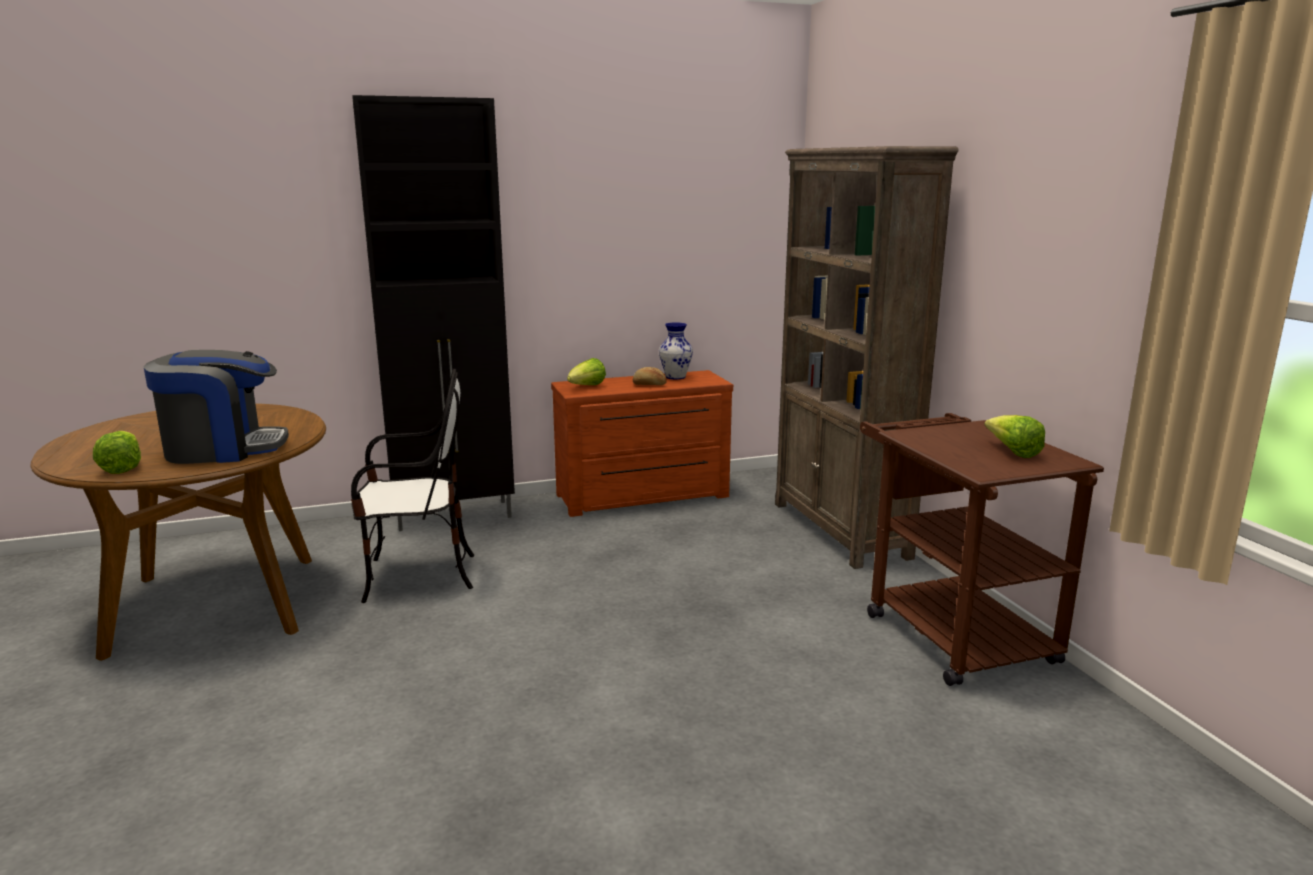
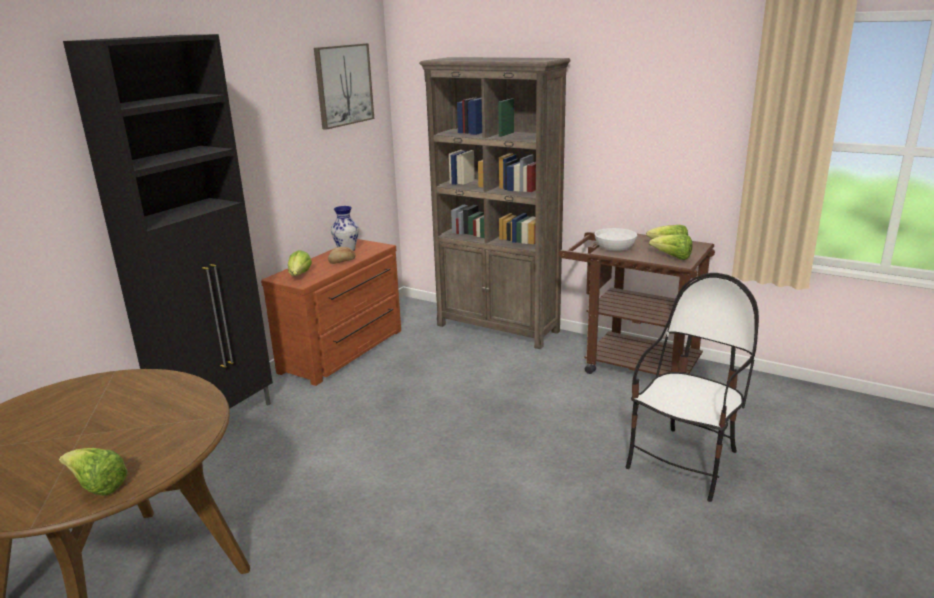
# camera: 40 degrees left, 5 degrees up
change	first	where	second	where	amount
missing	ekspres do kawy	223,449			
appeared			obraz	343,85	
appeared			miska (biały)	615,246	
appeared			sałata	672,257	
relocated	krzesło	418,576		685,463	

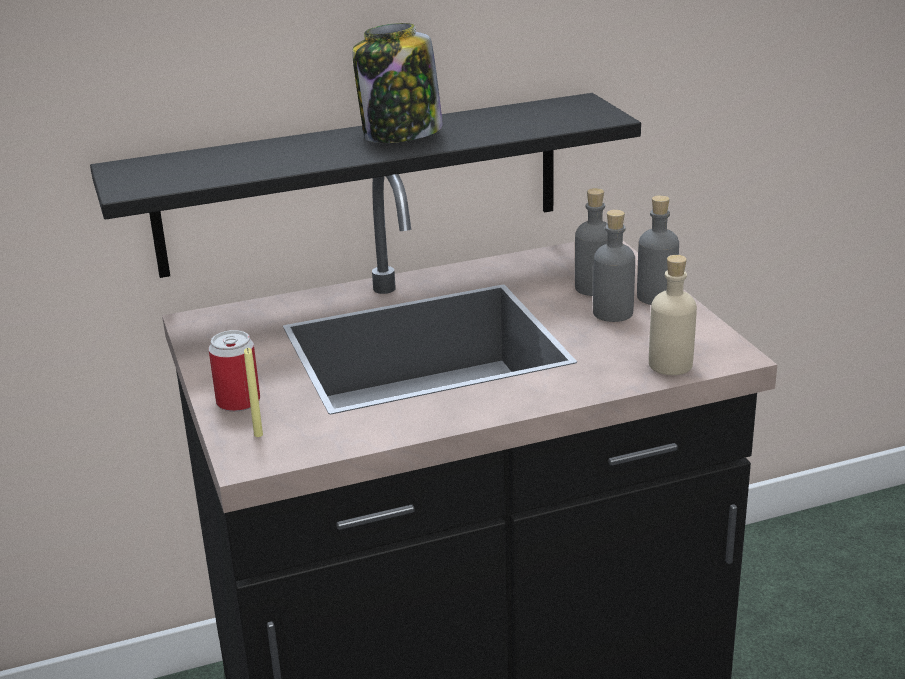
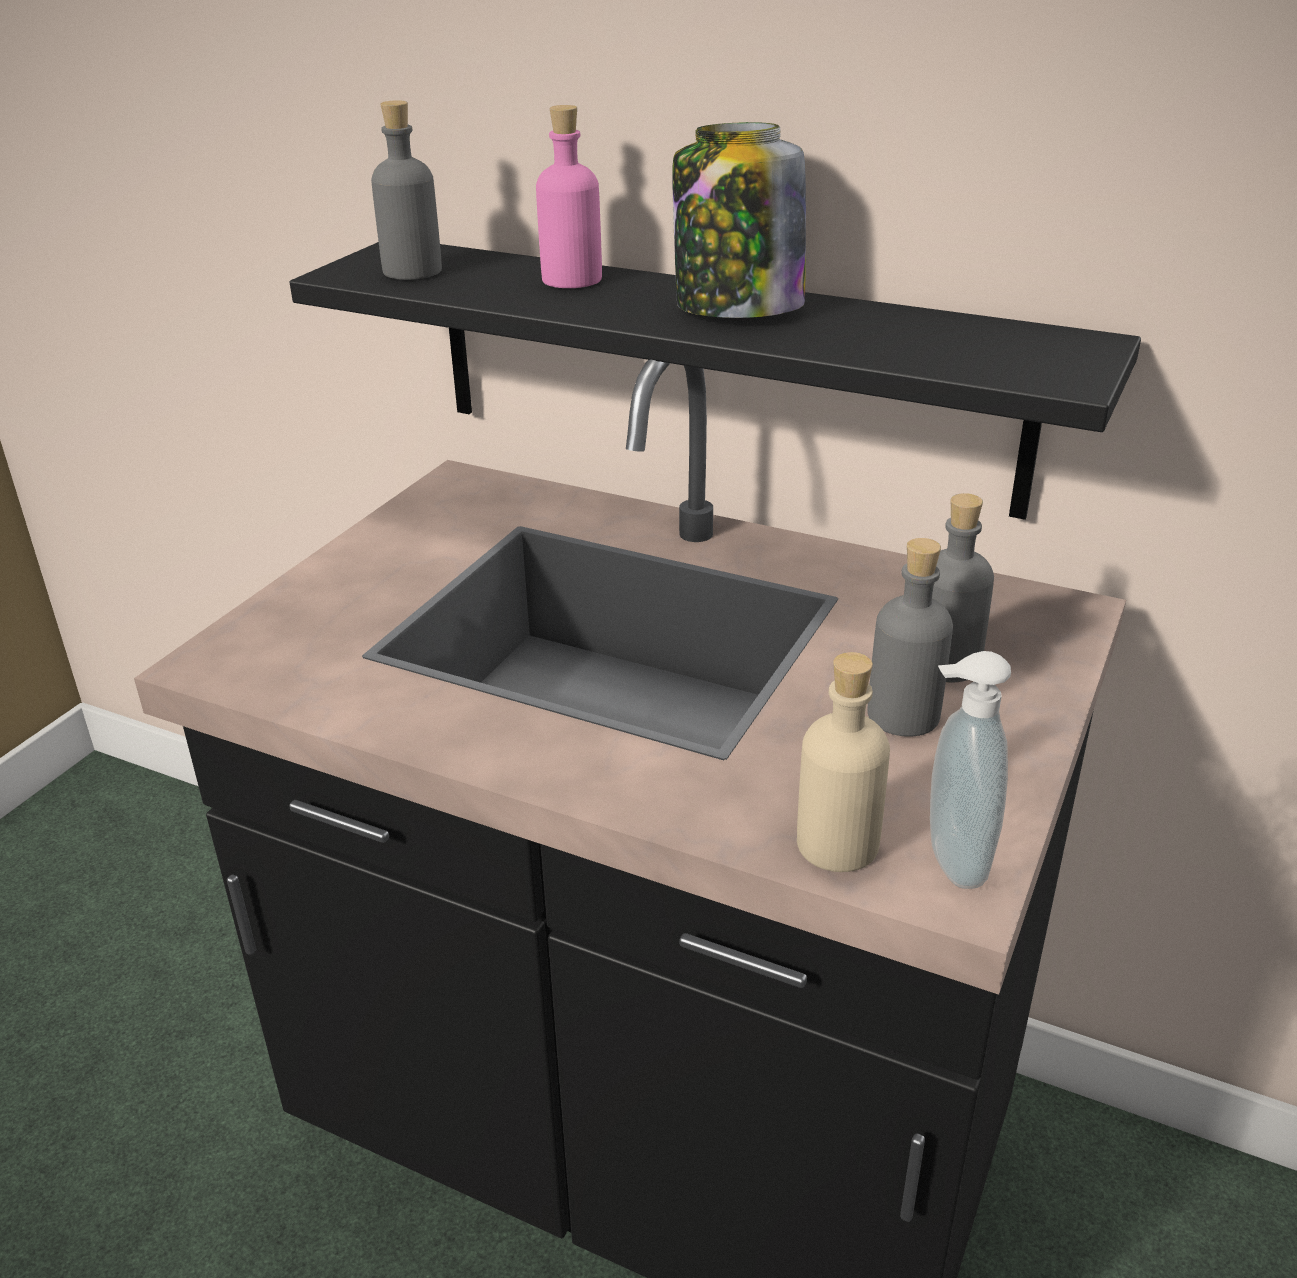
# camera: 45 degrees right, 5 degrees up
change	first	where	second	where	amount
missing	puszka	238,402			
missing	świeca (żółty)	258,434			
appeared			butelka (różowy)	571,279	
appeared			dozownik mydła	950,861	
relocated	butelka (szary)	656,297		412,271	

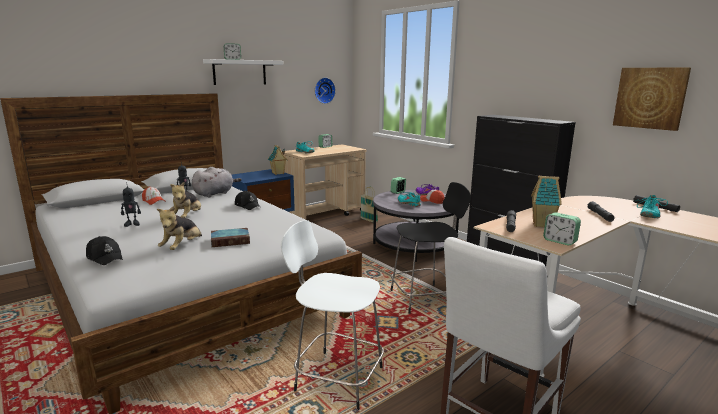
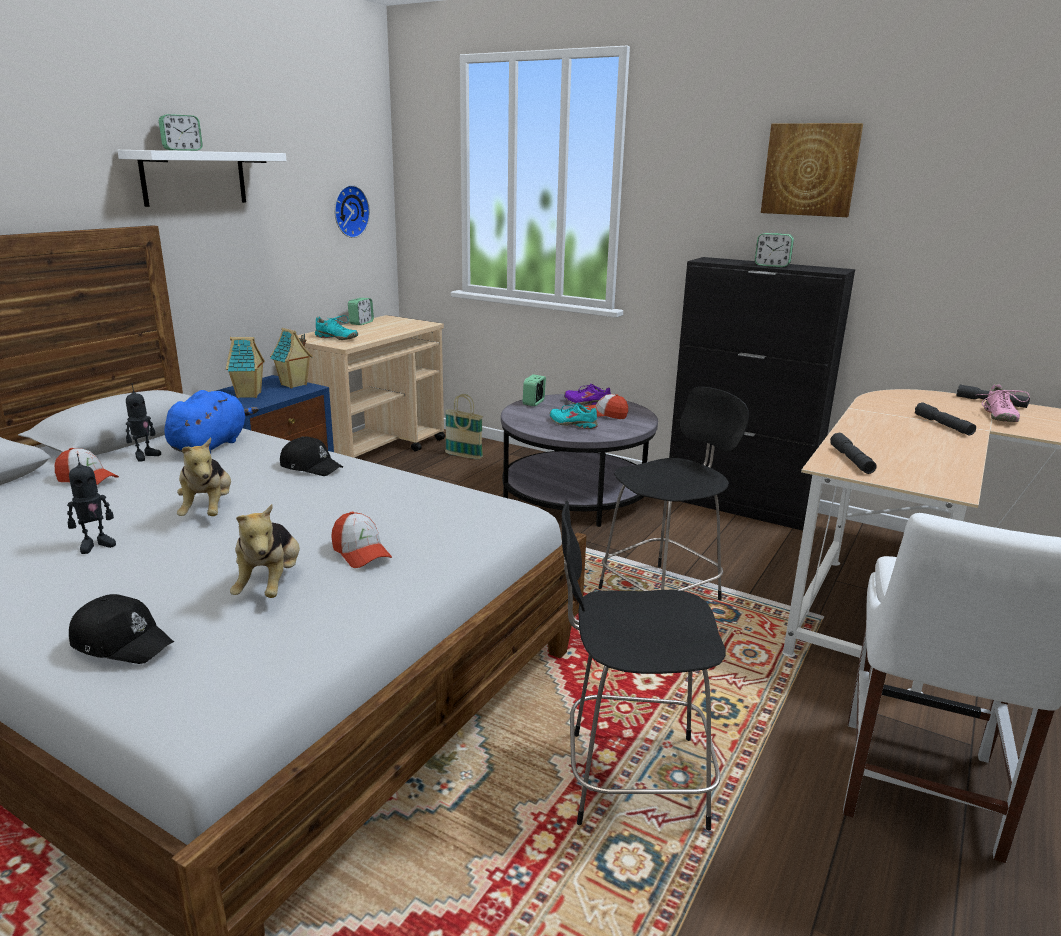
# camera: 20 degrees left, 5 degrees up
change	first	where	second	where	amount
relocated	domek	543,225		249,395	
relocated	budzik	560,241		772,265	
relocated	obraz	650,98		810,170	
exchanged	książka	231,240	czapka z daszkiem	361,553	
colour	pluszak (szary)	215,193	pluszak (niebieski)	211,445	
colour	stołek (biały)	336,378	stołek (czarny)	630,779	
colour	but (turkusowy)	648,214	but (różowy)	998,416	

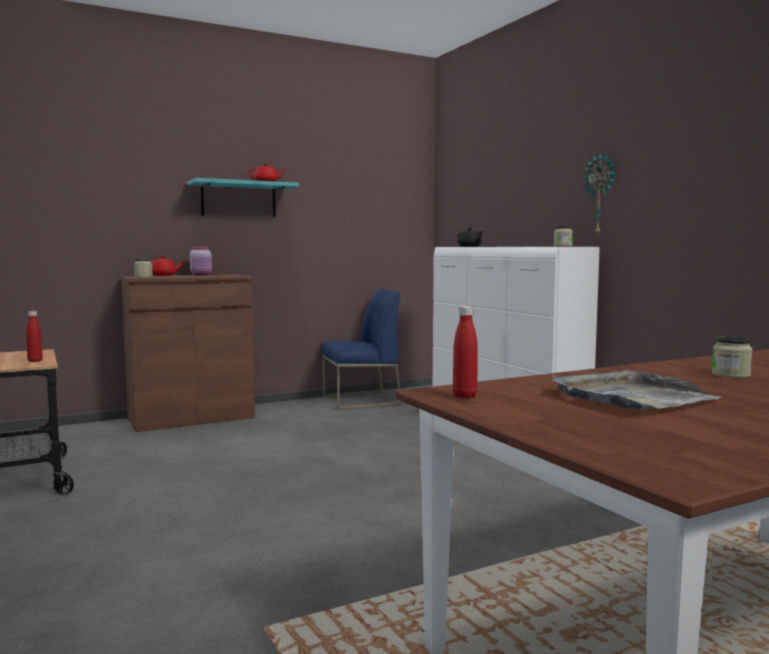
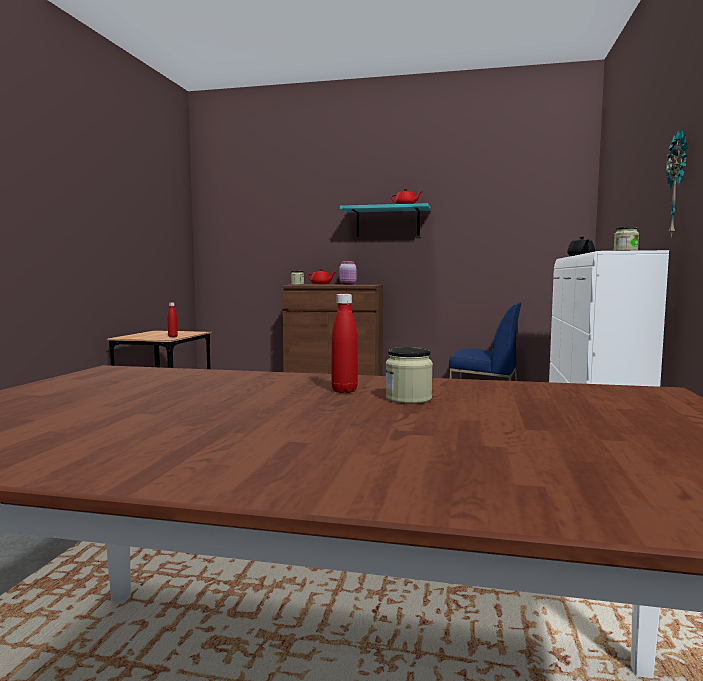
# camera: 40 degrees right, 0 degrees up
change	first	where	second	where	amount
missing	taca (szary)	632,397			
relocated	butelka (czerwony)	464,396		344,391	

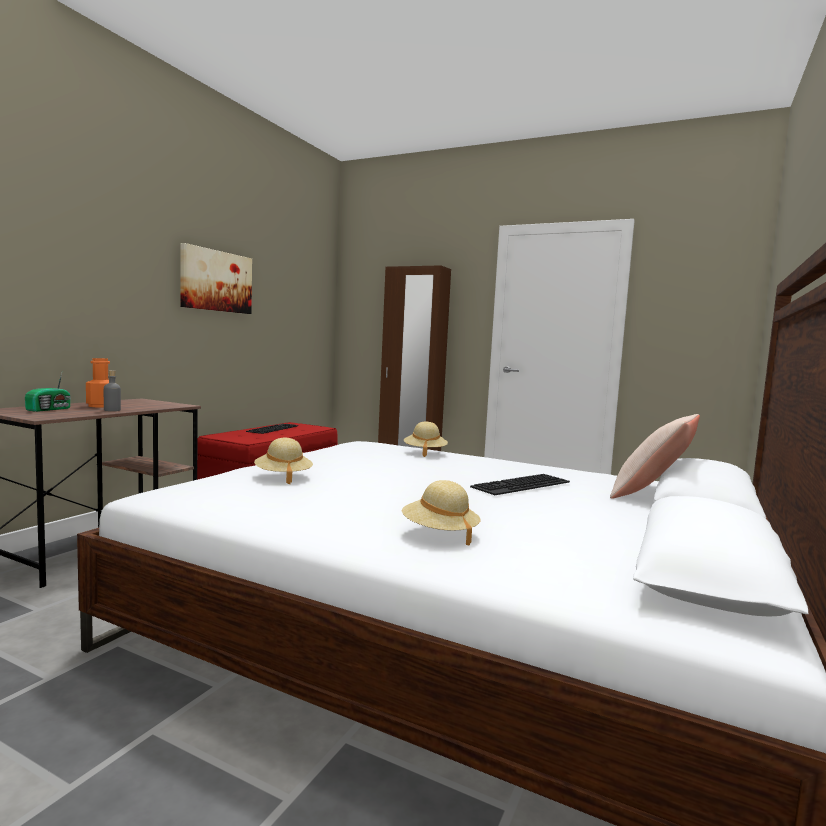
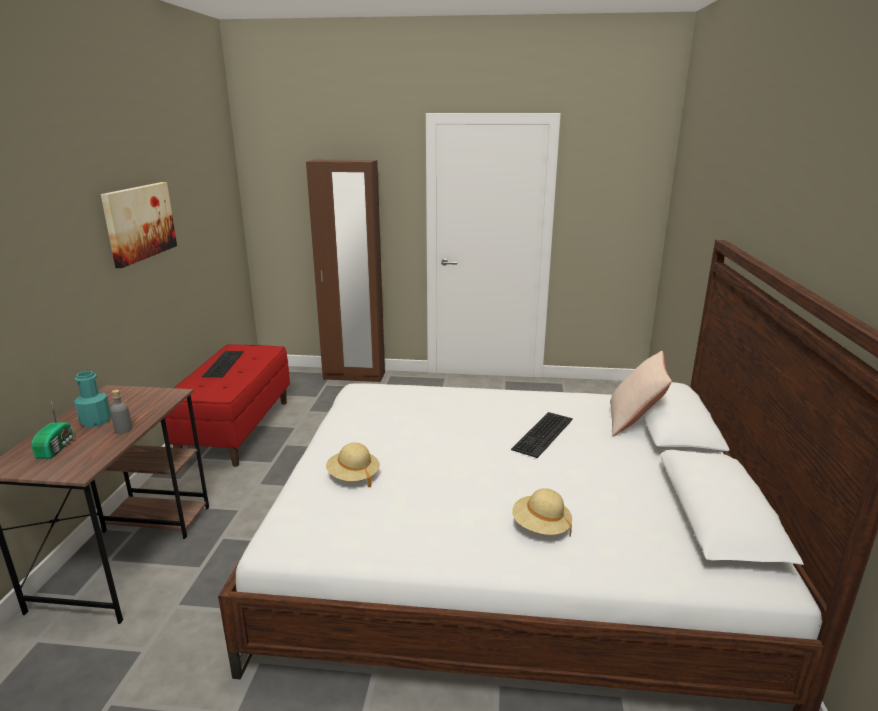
# camera: 20 degrees left, 15 degrees up
change	first	where	second	where	amount
missing	kapelusz (beżowy)	424,452			
colour	butelka (pomarańczowy)	101,406	butelka (turkusowy)	96,421	

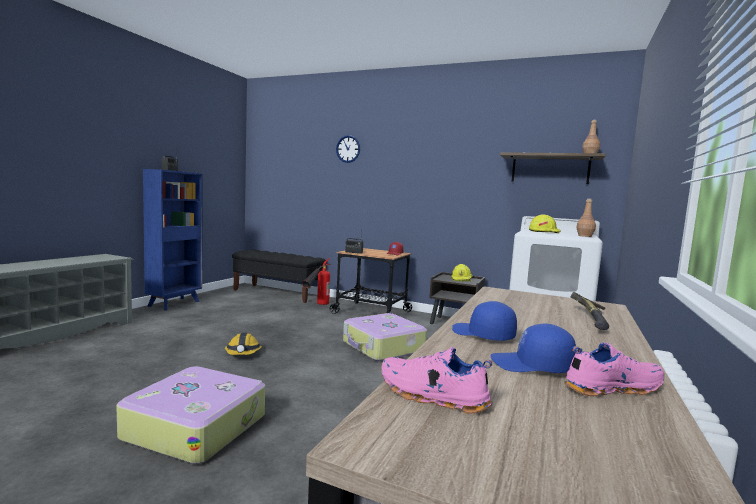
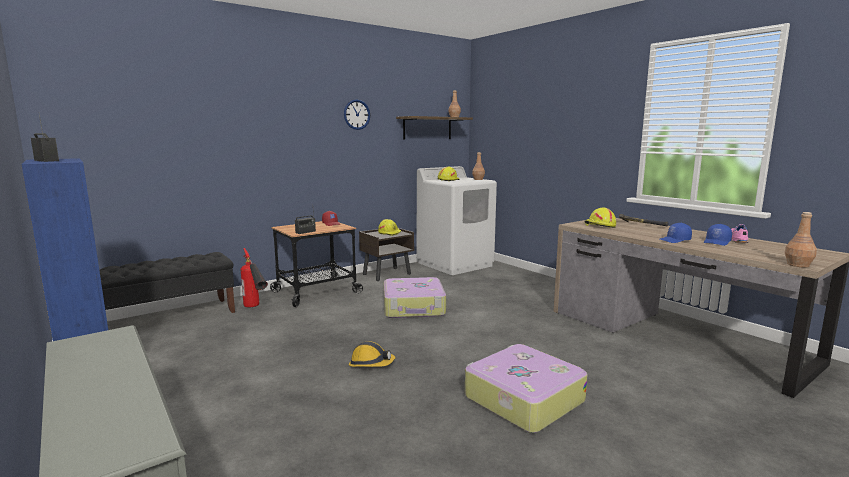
# camera: 60 degrees left, 5 degrees up
change	first	where	second	where	amount
missing	but (różowy)	431,396			
appeared			kask (żółty)	599,226	
appeared			butelka (brązowy)	798,265	
relocated	zegar ścienny	348,149		357,114	

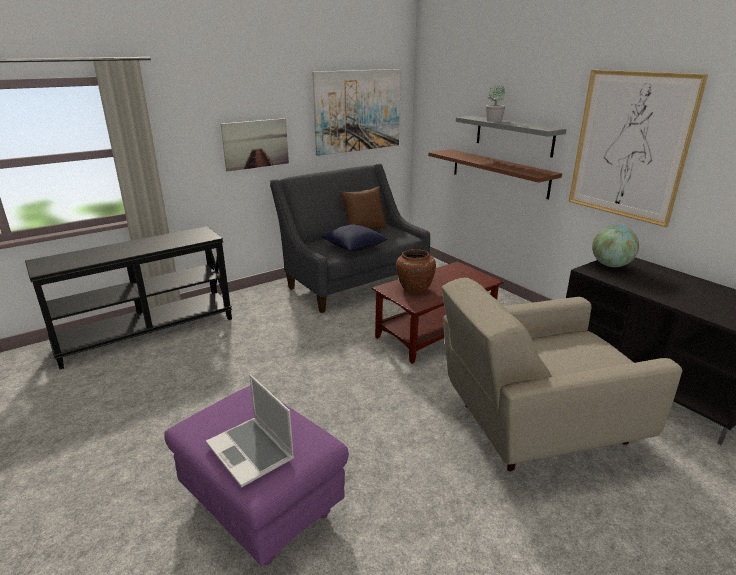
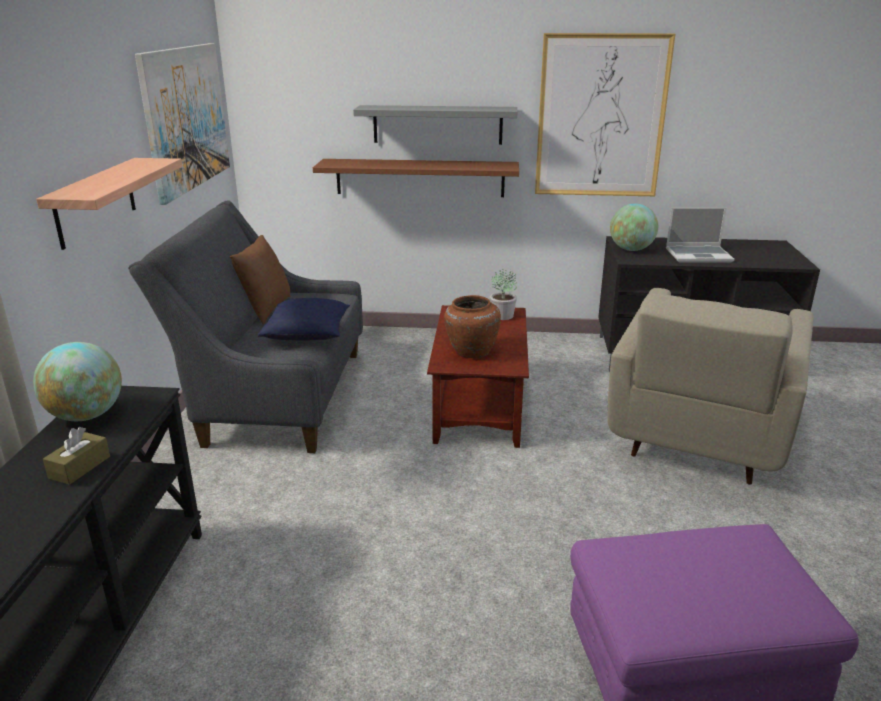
# camera: 50 degrees left, 0 degrees up
change	first	where	second	where	amount
appeared			globus	86,416	
appeared			pudełko chusteczek (brązowy)	79,467	
relocated	laptop	252,452		699,255	
relocated	roślina doniczkowa	494,120		503,315	
exchanged	obraz	255,144	półka	95,202	

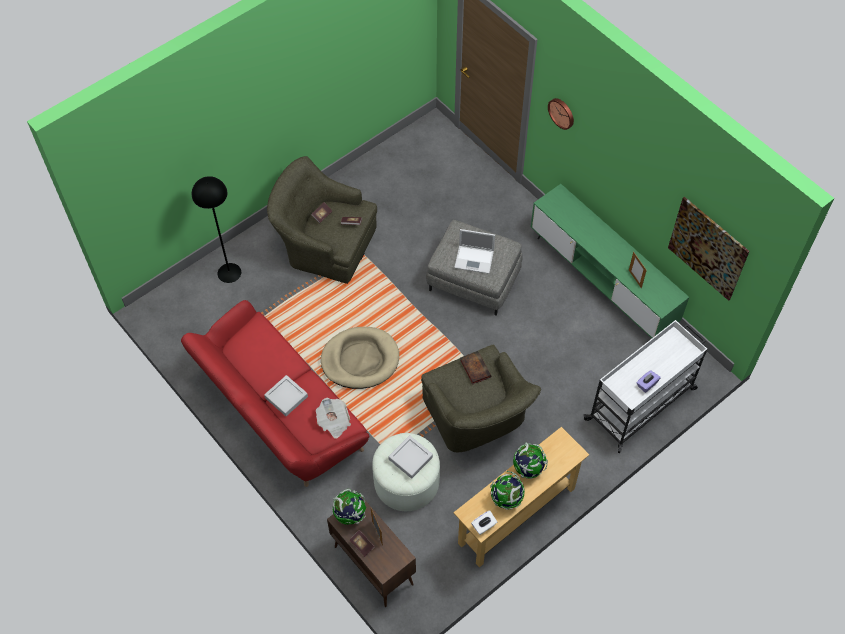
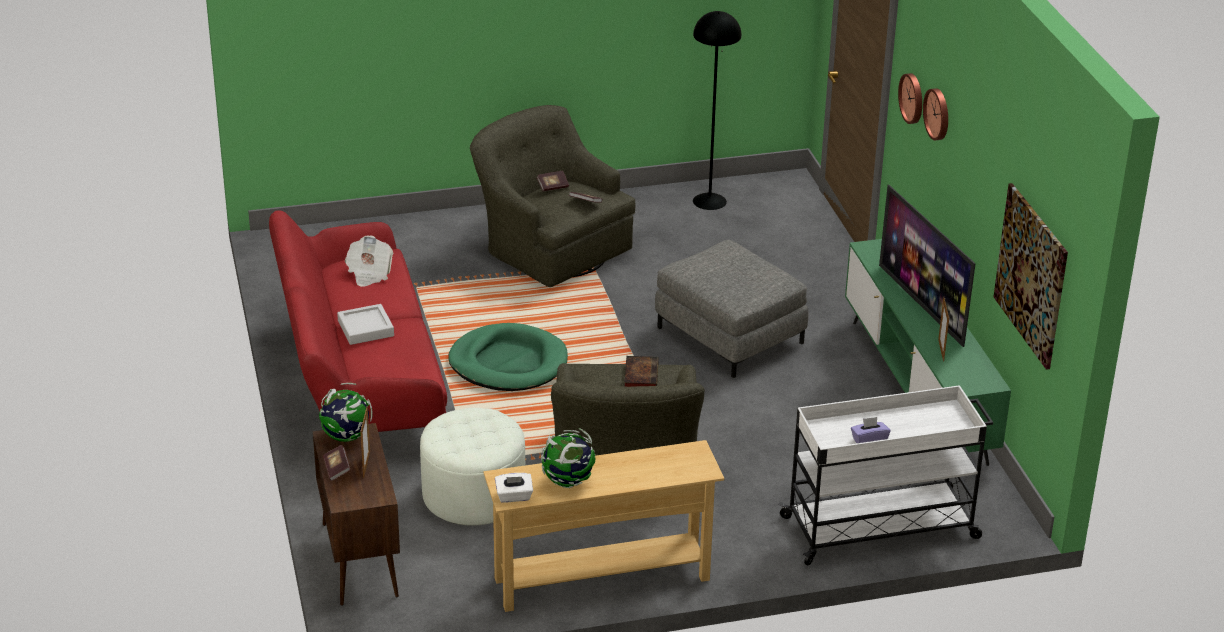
# camera: 25 degrees right, 25 degrees down
change	first	where	second	where	amount
missing	taca (szary)	410,458			
missing	laptop	475,259			
missing	globus	528,468			
appeared			telewizor	923,305	
appeared			zegar ścienny	938,114	
relocated	lampa stojąca (czarny)	229,272		710,201	
relocated	gazeta	333,422		369,273	
colour	legowisko (beżowy)	360,359	legowisko (zielony)	508,363	

